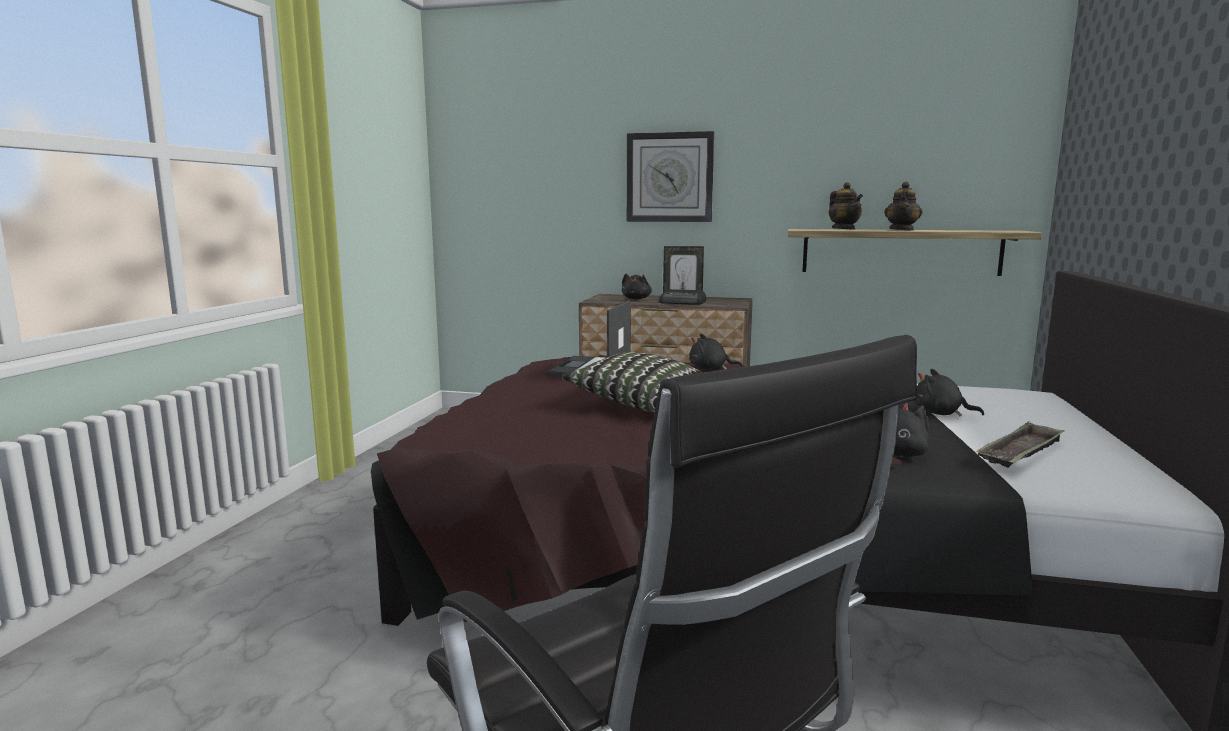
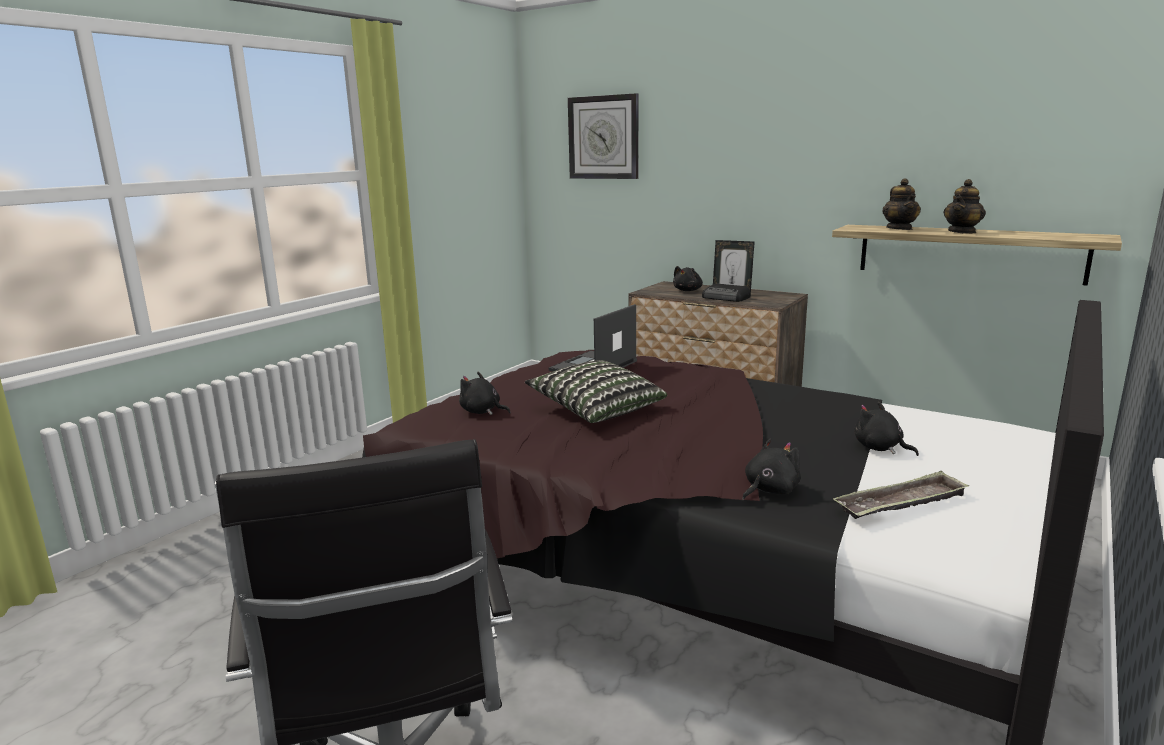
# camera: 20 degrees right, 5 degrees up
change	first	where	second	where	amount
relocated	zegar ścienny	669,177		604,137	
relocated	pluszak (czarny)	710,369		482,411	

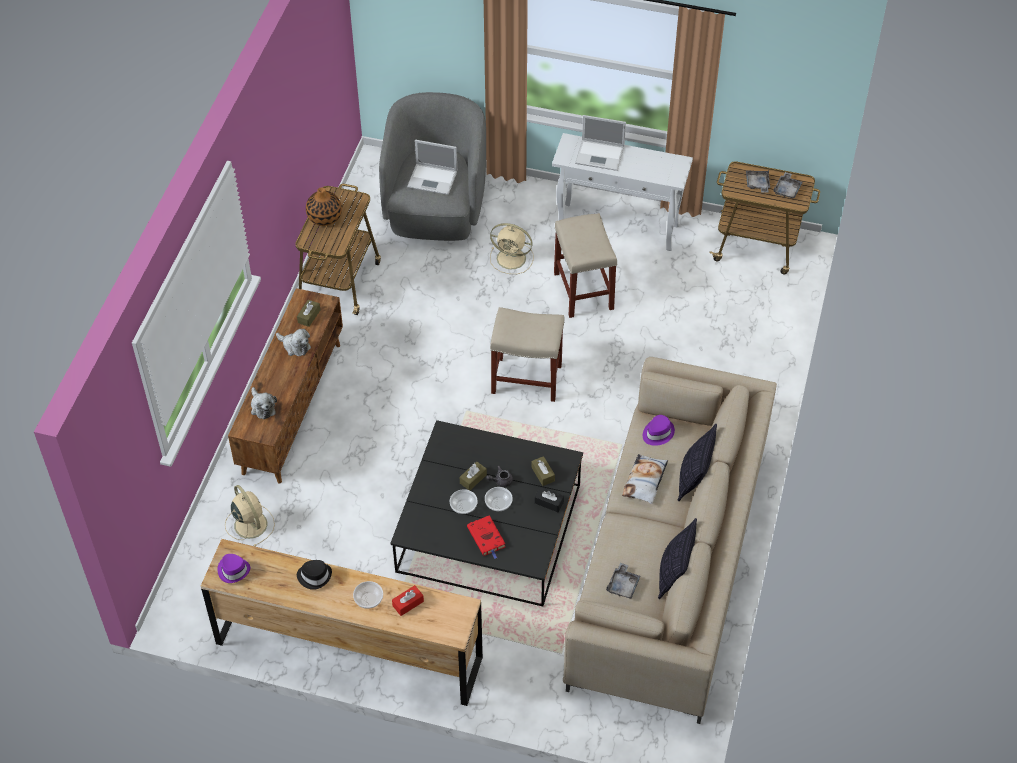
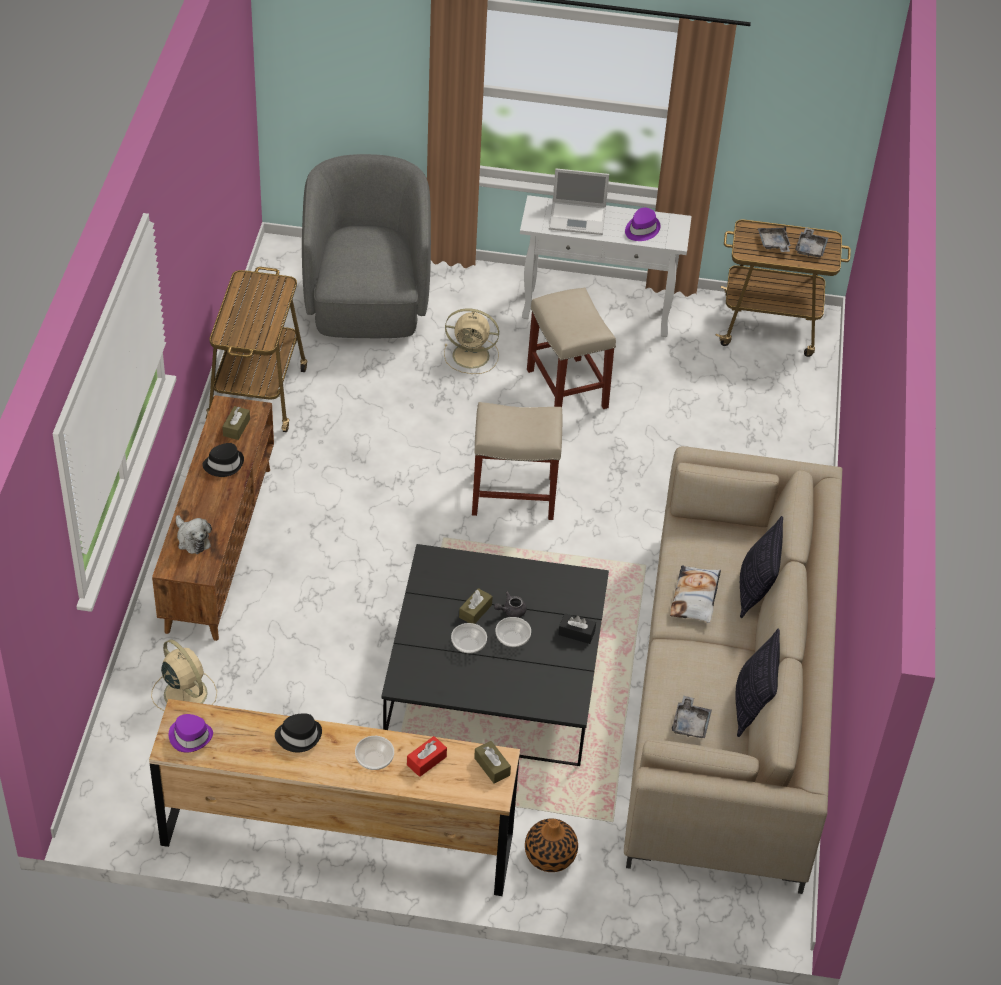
# camera: 10 degrees left, 5 degrees down
change	first	where	second	where	amount
missing	laptop	433,179			
missing	książka (czerwony)	487,538			
relocated	wazon	324,217		550,855	
relocated	pudełko chusteczek (brązowy)	543,474		492,766	
relocated	kapelusz (fioletowy)	657,433		641,229	
exchanged	pluszak	295,346	kapelusz (czarny)	224,464	

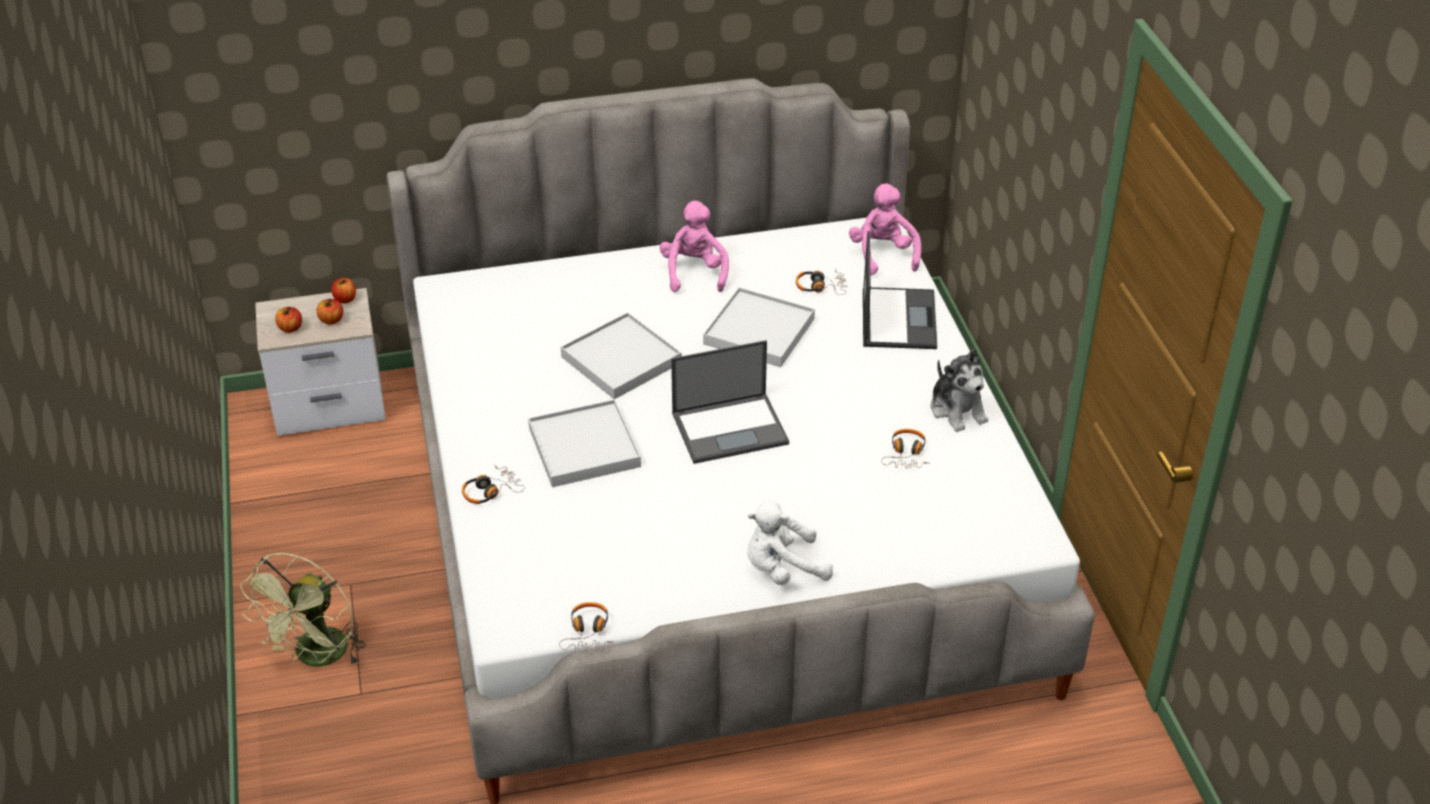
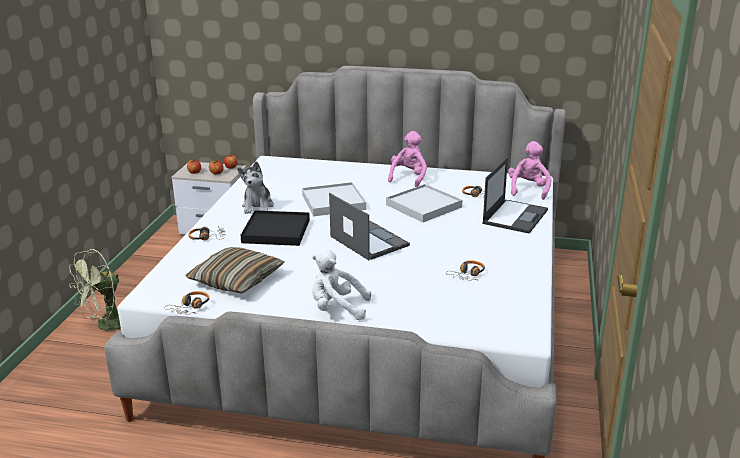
# camera: 25 degrees right, 15 degrees down
change	first	where	second	where	amount
appeared			poduszka	236,280	
relocated	pluszak	957,410		258,206	
colour	taca (biały)	584,447	taca (czarny)	276,231	
spun	laptop	731,428		368,241	135 degrees counterclockwise

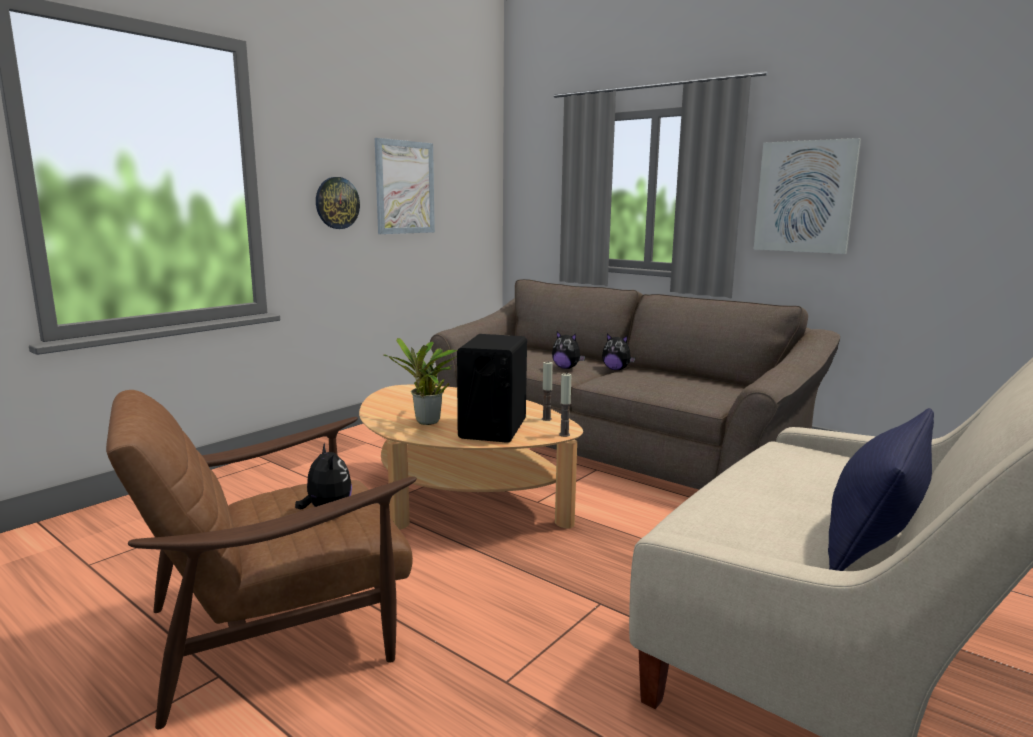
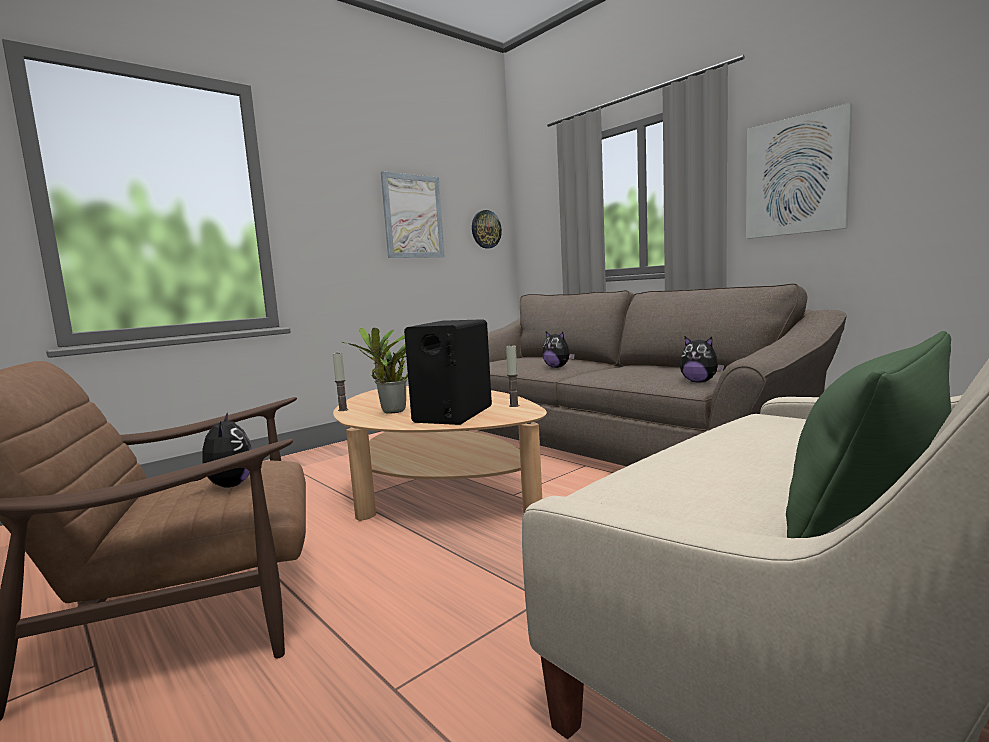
# camera: 10 degrees right, 5 degrees down
change	first	where	second	where	amount
relocated	zegar ścienny	337,203		486,229	
relocated	świeca	564,434		343,410	
relocated	pluszak	616,369		699,382	
colour	poduszka (niebieski)	874,535	poduszka (zielony)	869,502	

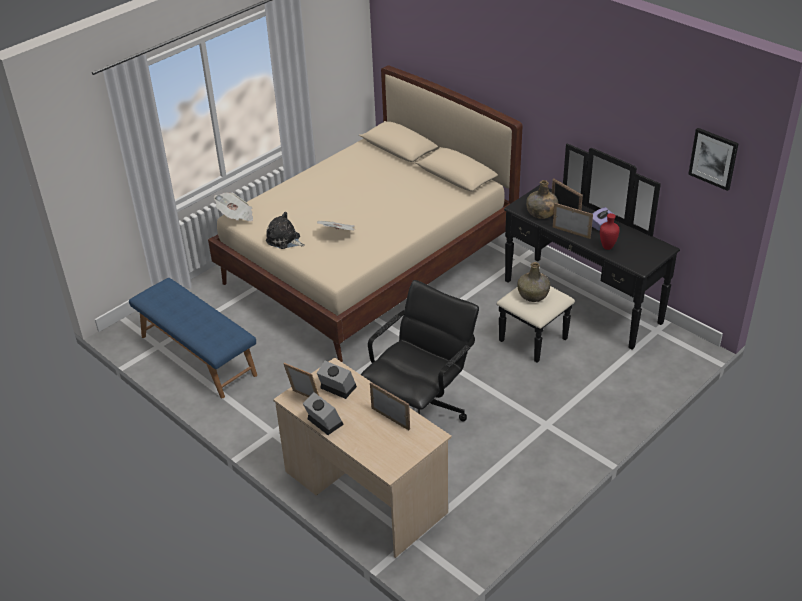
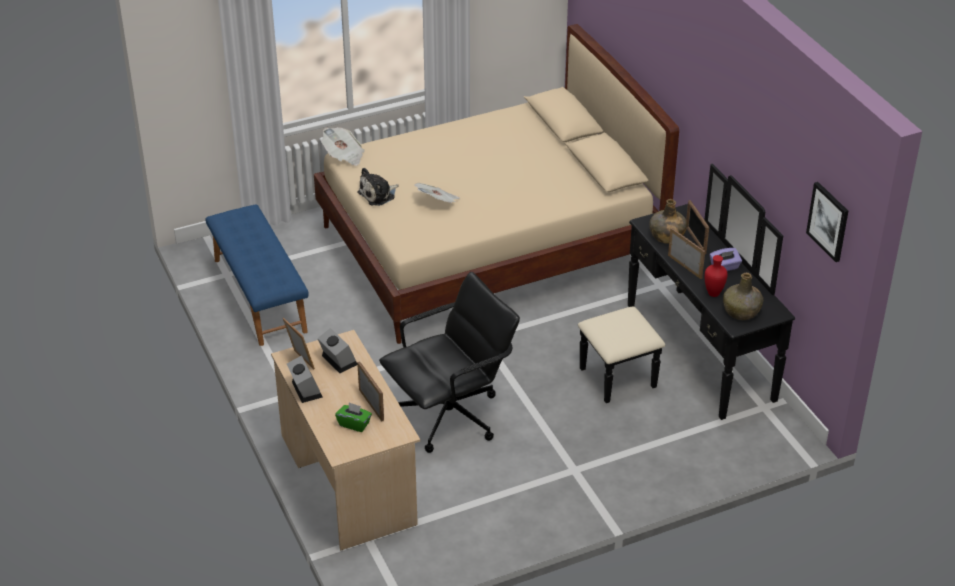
# camera: 20 degrees right, 0 degrees up
change	first	where	second	where	amount
appeared			pudełko chusteczek (zielony)	354,424	
relocated	butelka (zielony)	533,295		741,311	
spun	pluszak	284,240		378,195	90 degrees counterclockwise

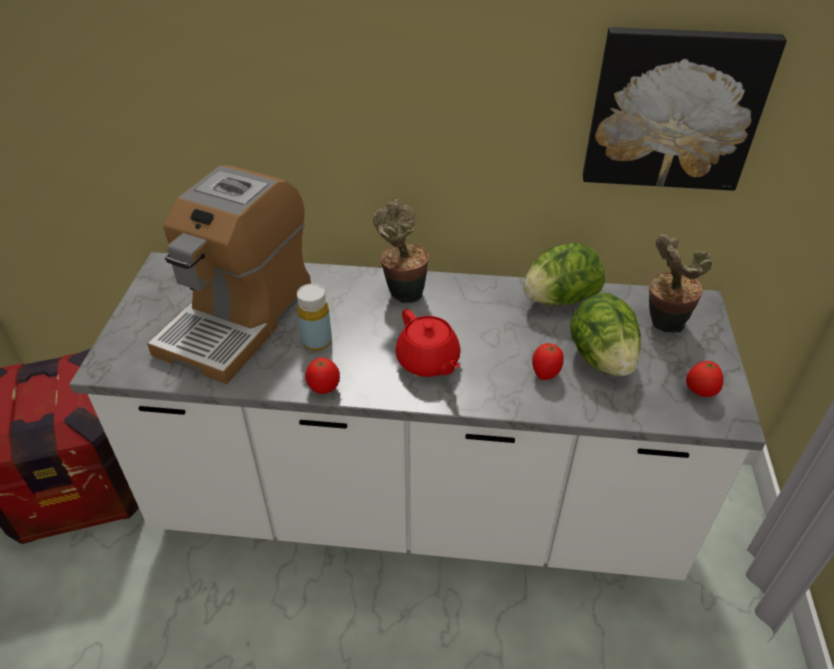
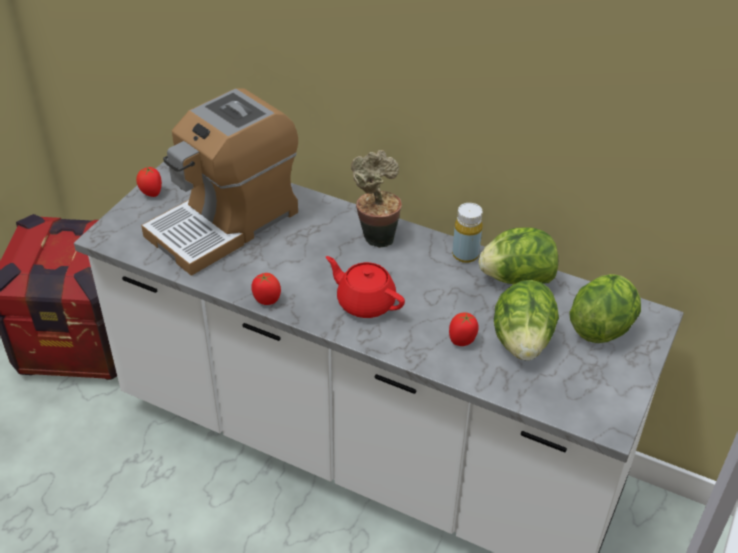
# camera: 20 degrees right, 0 degrees up
change	first	where	second	where	amount
missing	obraz	674,109			
relocated	butelka (żółty)	317,341		465,255	
relocated	pomidor	700,392		151,193	
exchanged	roślina doniczkowa	662,324	sałata	601,327	
spun	imbryk (czerwony)	428,362		365,302	135 degrees clockwise

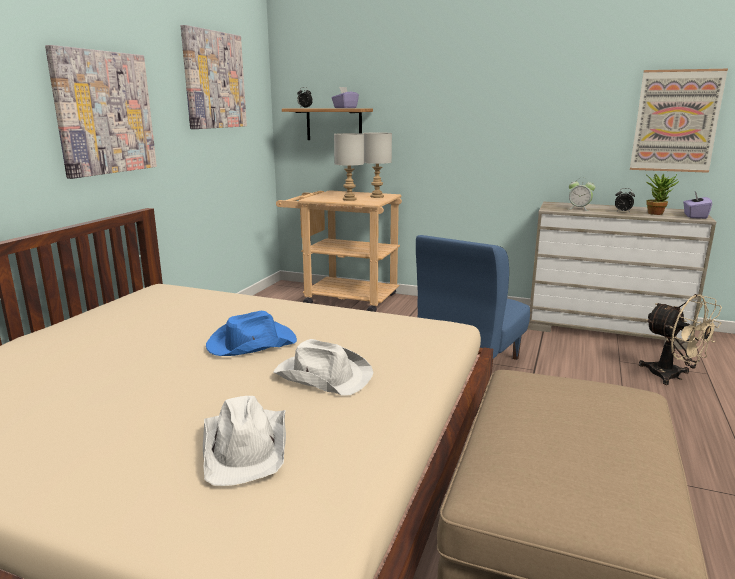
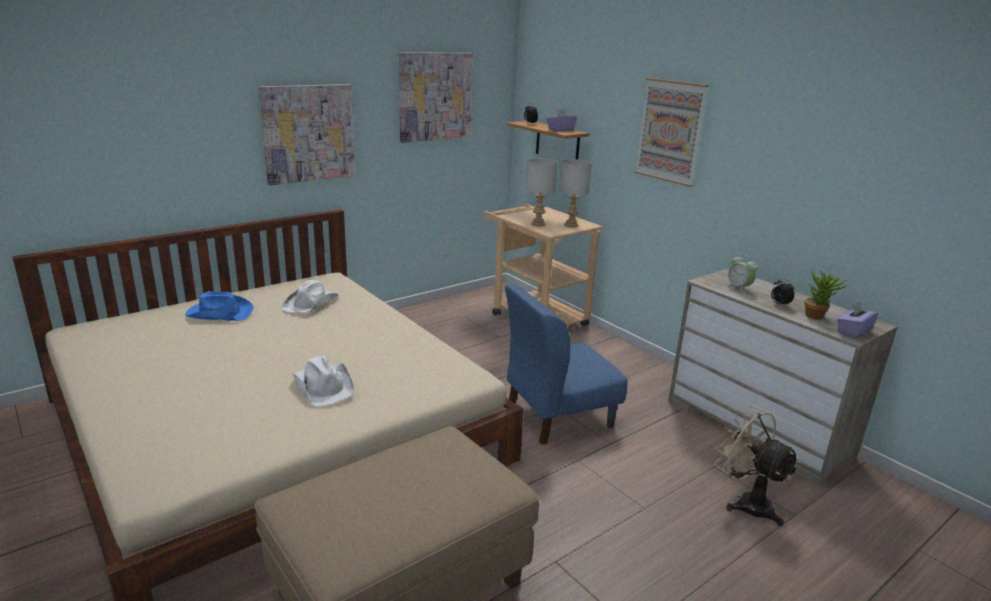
# camera: 30 degrees right, 5 degrees up
change	first	where	second	where	amount
relocated	kapelusz (biały)	246,446		311,303	
relocated	kapelusz (niebieski)	250,343		219,313	
relocated	obraz	676,121		670,131	
spun	wentylator (beżowy)	672,377		746,502	150 degrees clockwise

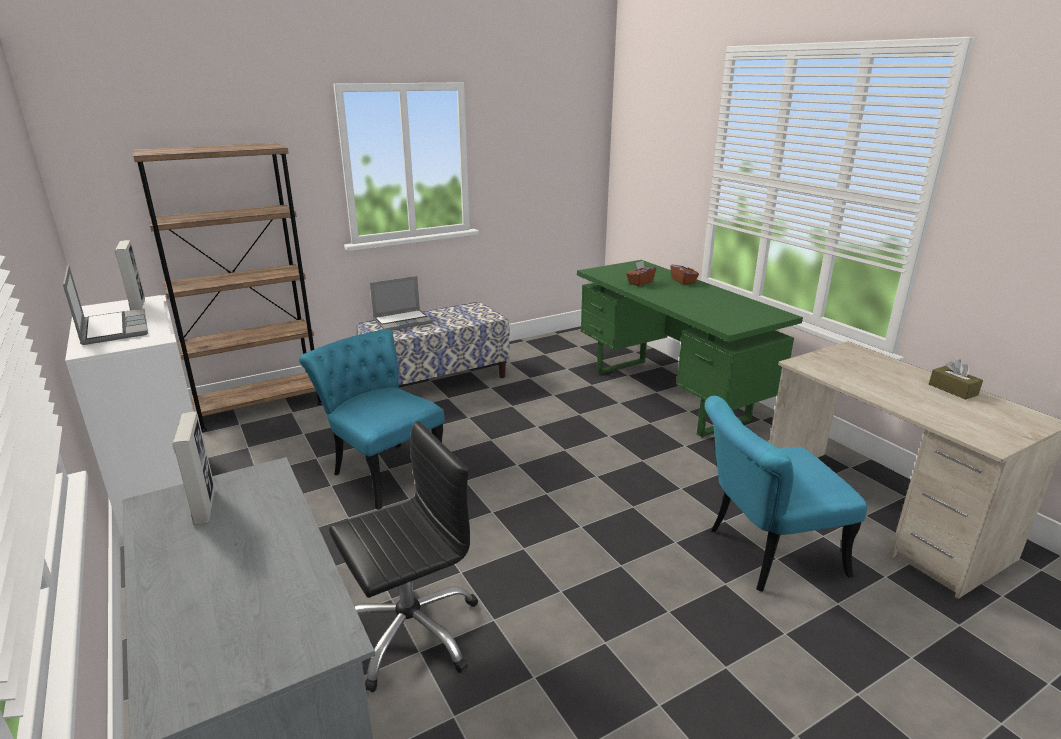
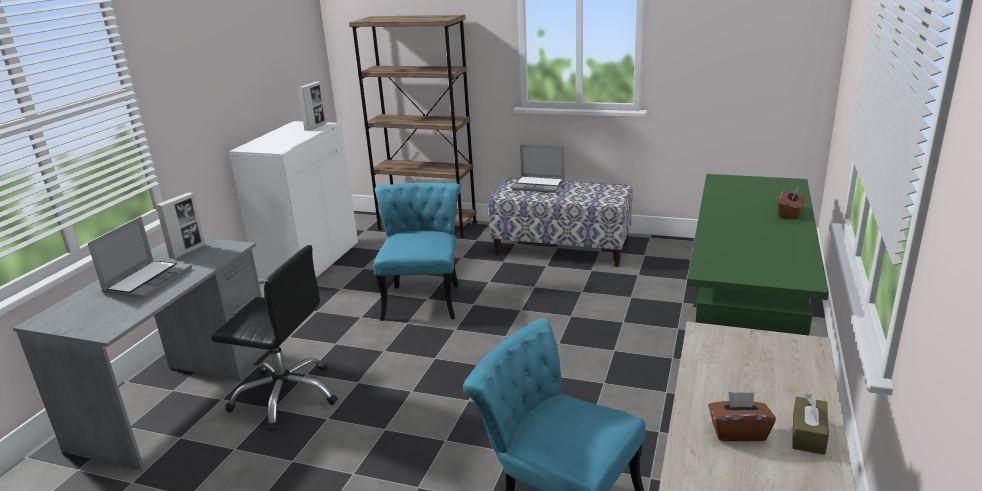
# camera: 50 degrees right, 0 degrees up
change	first	where	second	where	amount
relocated	laptop	113,328		148,280	
relocated	pudełko chusteczek (brązowy)	640,283		738,432	

